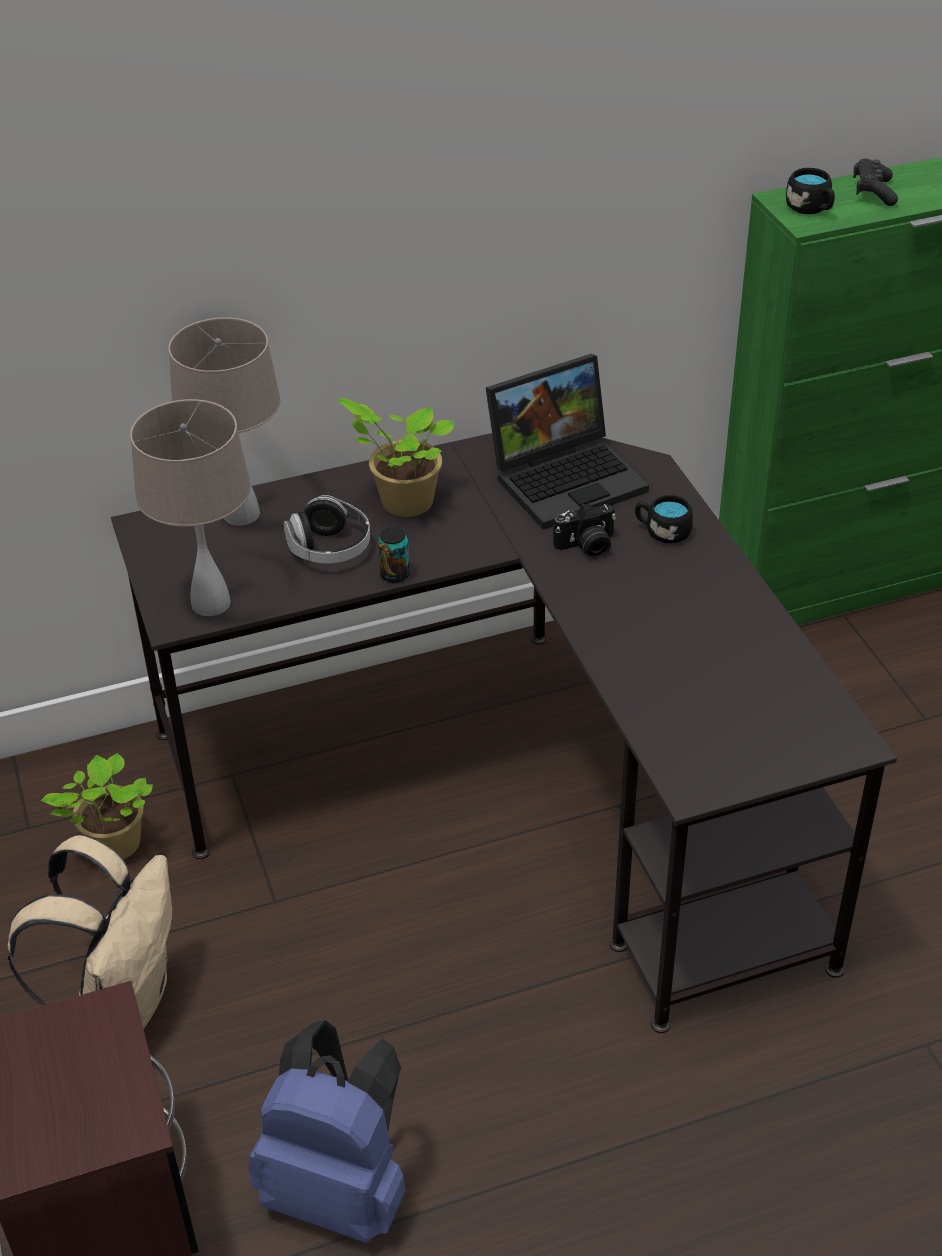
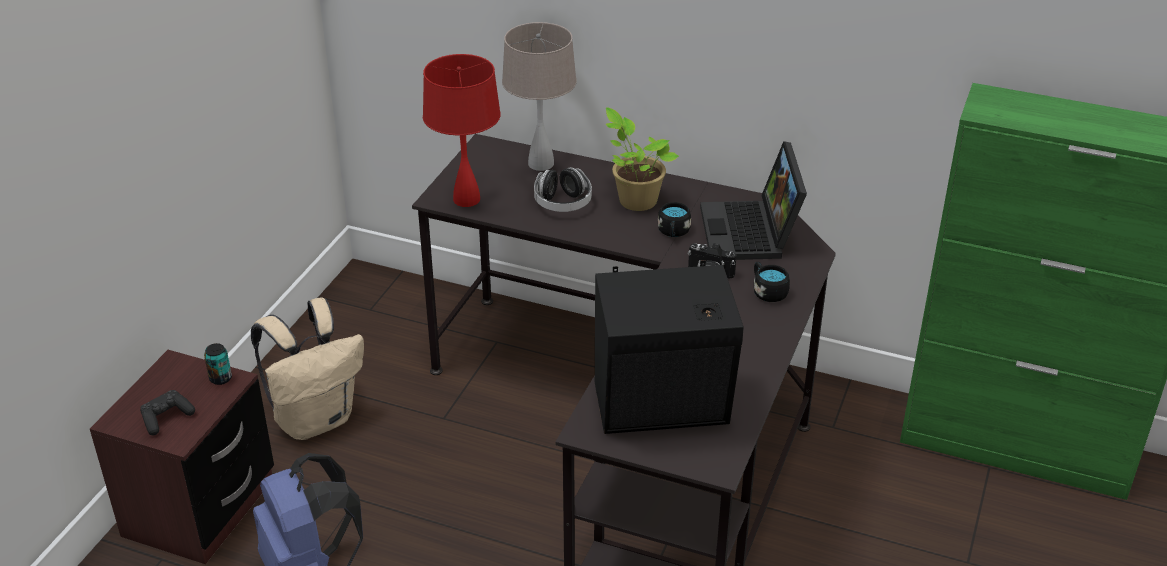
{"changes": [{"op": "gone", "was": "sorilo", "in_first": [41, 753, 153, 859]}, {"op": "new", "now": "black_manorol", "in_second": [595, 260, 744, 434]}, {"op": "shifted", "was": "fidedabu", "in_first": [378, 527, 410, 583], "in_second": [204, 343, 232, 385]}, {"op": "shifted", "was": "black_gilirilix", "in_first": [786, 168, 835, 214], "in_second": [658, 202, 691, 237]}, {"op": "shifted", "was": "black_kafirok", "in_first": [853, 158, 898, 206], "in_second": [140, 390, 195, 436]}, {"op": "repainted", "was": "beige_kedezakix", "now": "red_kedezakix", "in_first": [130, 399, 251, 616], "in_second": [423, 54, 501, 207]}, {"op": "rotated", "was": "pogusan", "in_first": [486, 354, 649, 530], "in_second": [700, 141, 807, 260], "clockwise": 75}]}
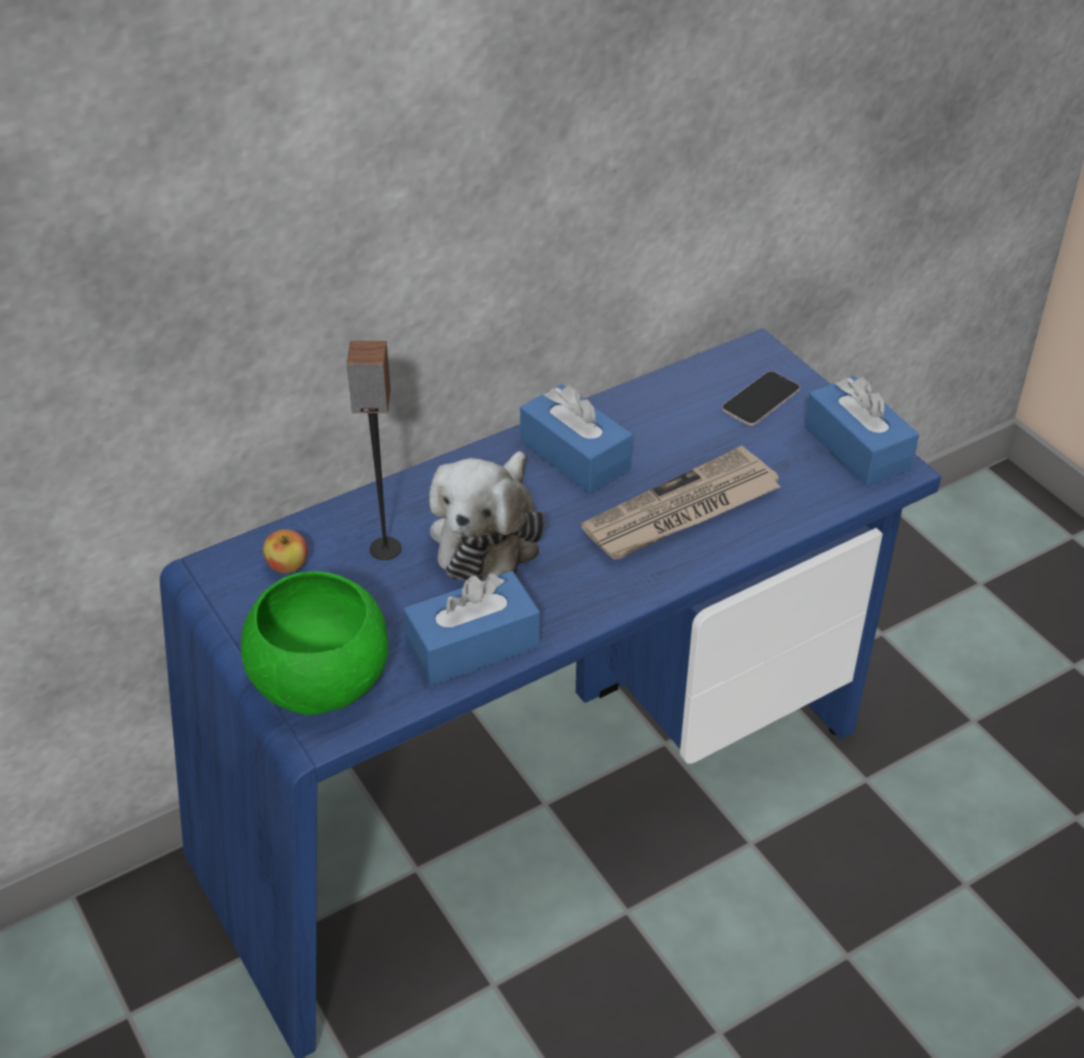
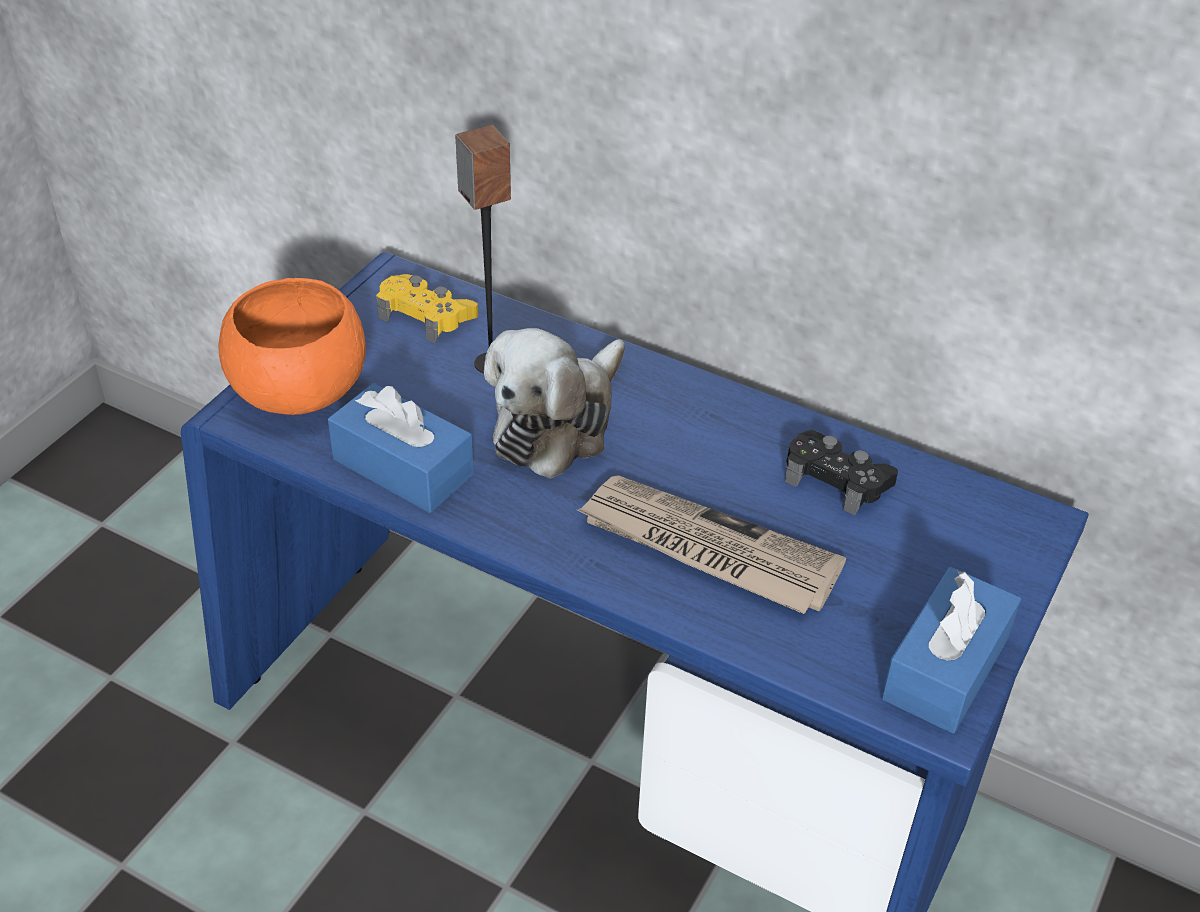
{"changes": [{"op": "gone", "was": "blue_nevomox", "in_first": [520, 384, 633, 494]}, {"op": "gone", "was": "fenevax", "in_first": [722, 371, 800, 426]}, {"op": "new", "now": "black_kafirok", "in_second": [785, 430, 898, 515]}, {"op": "swapped", "was": "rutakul", "now": "yellow_kafirok", "in_first": [263, 529, 308, 574], "in_second": [376, 274, 478, 343]}, {"op": "repainted", "was": "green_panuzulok", "now": "orange_panuzulok", "in_first": [241, 571, 389, 715], "in_second": [218, 278, 366, 415]}, {"op": "rotated", "was": "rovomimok", "in_first": [429, 451, 545, 581], "in_second": [484, 328, 625, 479], "clockwise": -45}]}
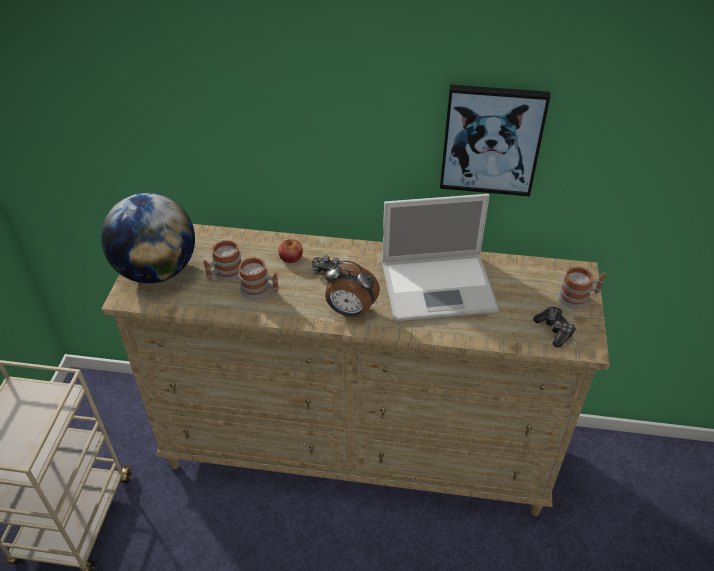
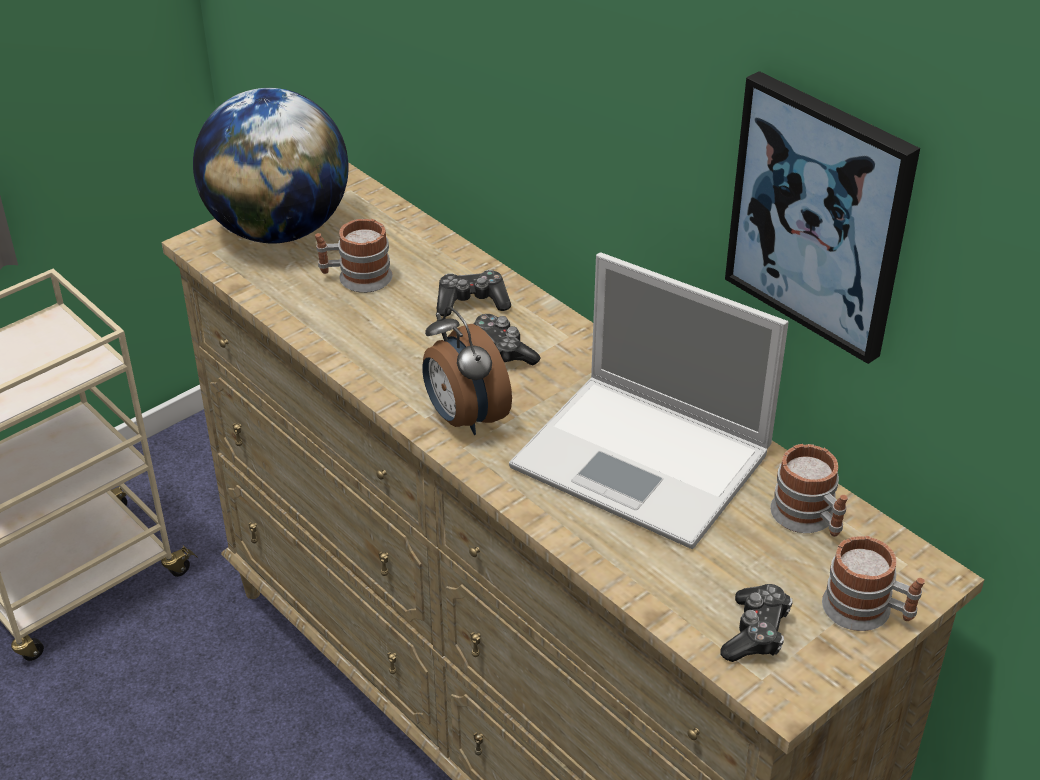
{"changes": [{"op": "shifted", "was": "gilirilix", "in_first": [238, 257, 279, 300], "in_second": [770, 444, 848, 537]}, {"op": "swapped", "was": "rutakul", "now": "kafirok", "in_first": [278, 239, 303, 263], "in_second": [437, 270, 511, 316]}]}
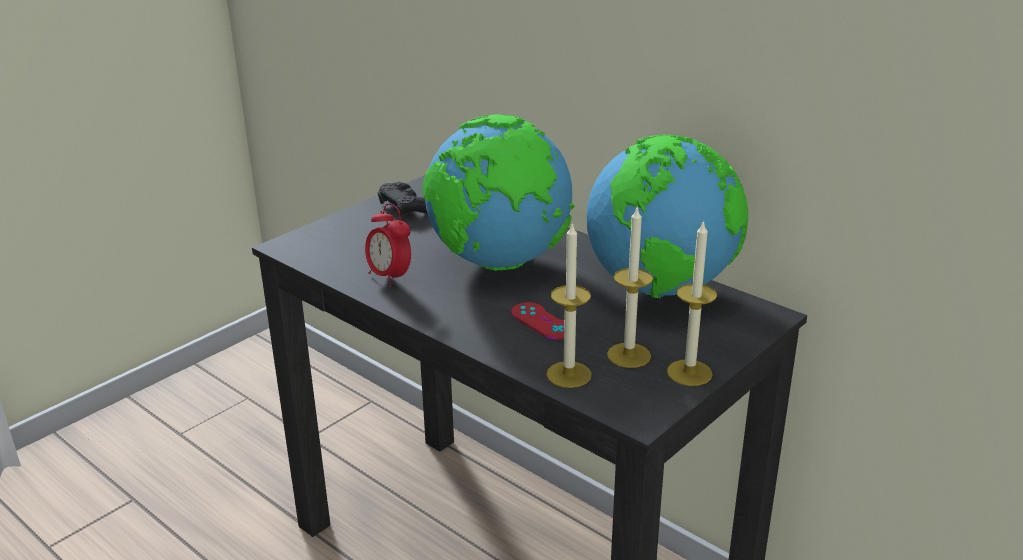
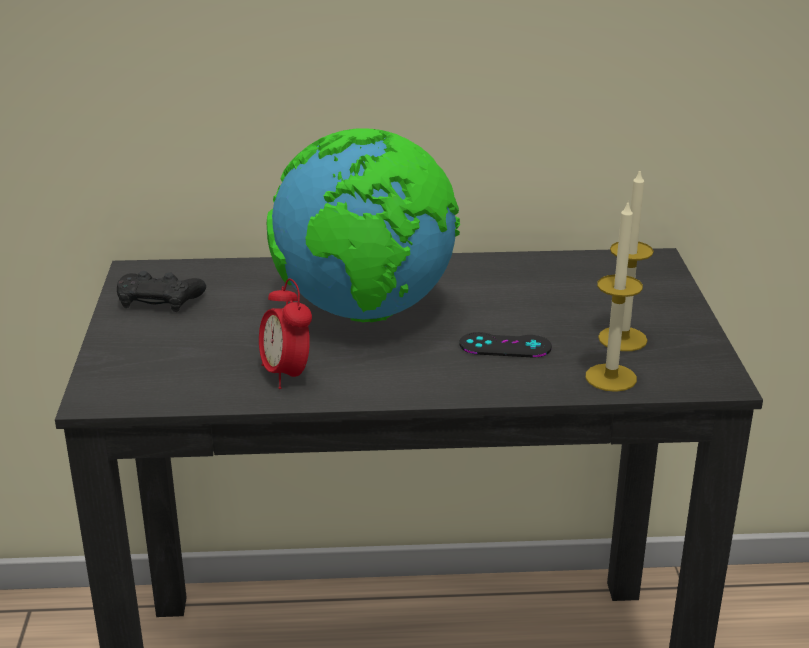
{"changes": [{"op": "gone", "was": "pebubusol", "in_first": [586, 135, 748, 299]}, {"op": "gone", "was": "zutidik", "in_first": [667, 220, 717, 386]}, {"op": "repainted", "was": "red_kafirok", "now": "black_kafirok", "in_first": [511, 302, 564, 340], "in_second": [459, 332, 552, 357]}, {"op": "rotated", "was": "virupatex", "in_first": [365, 203, 411, 287], "in_second": [259, 278, 312, 389], "clockwise": 60}]}
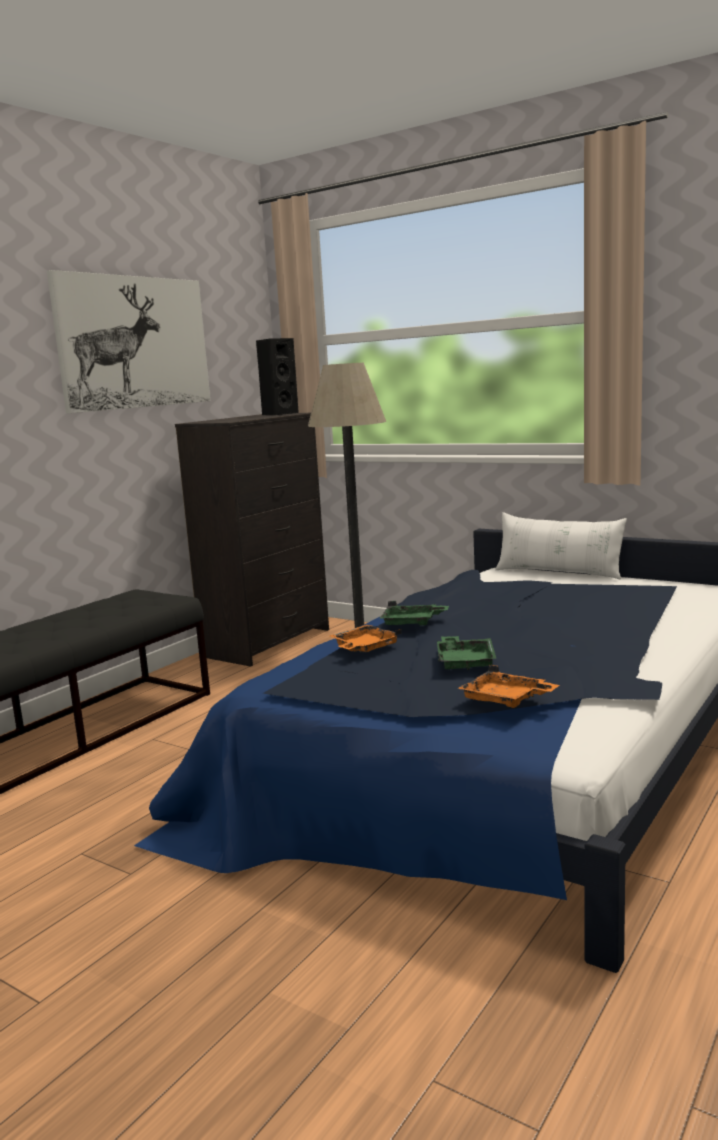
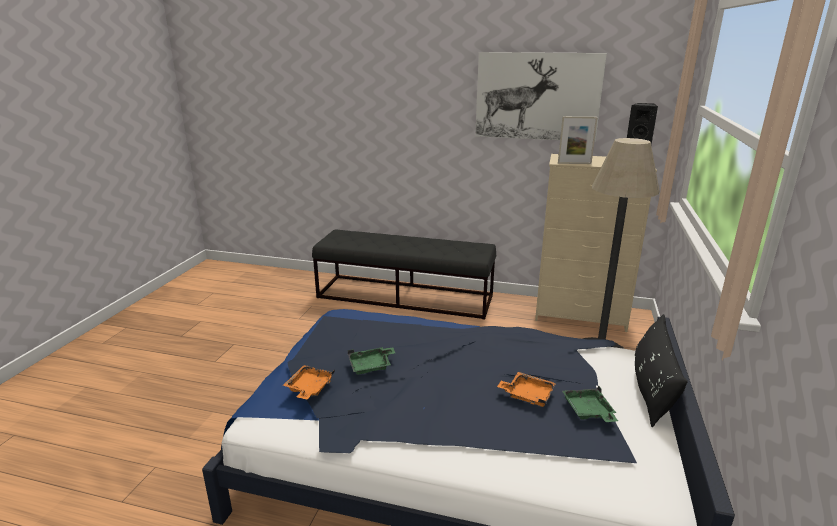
{"changes": [{"op": "new", "now": "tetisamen", "in_second": [558, 117, 597, 164]}, {"op": "shifted", "was": "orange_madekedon", "in_first": [330, 624, 402, 653], "in_second": [497, 372, 556, 407]}, {"op": "shifted", "was": "green_madekedon", "in_first": [380, 601, 449, 625], "in_second": [562, 386, 618, 422]}, {"op": "repainted", "was": "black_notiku", "now": "beige_notiku", "in_first": [175, 413, 329, 667], "in_second": [535, 154, 657, 332]}, {"op": "repainted", "was": "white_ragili", "now": "black_ragili", "in_first": [495, 512, 627, 580], "in_second": [635, 314, 688, 427]}]}
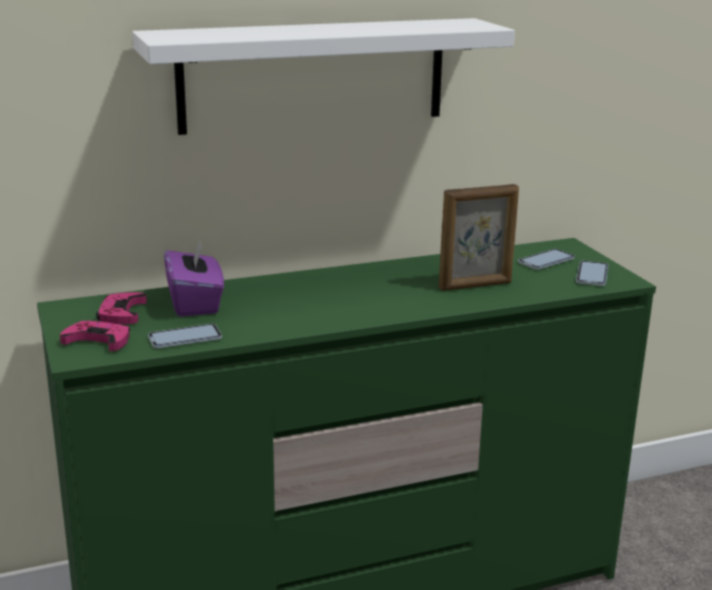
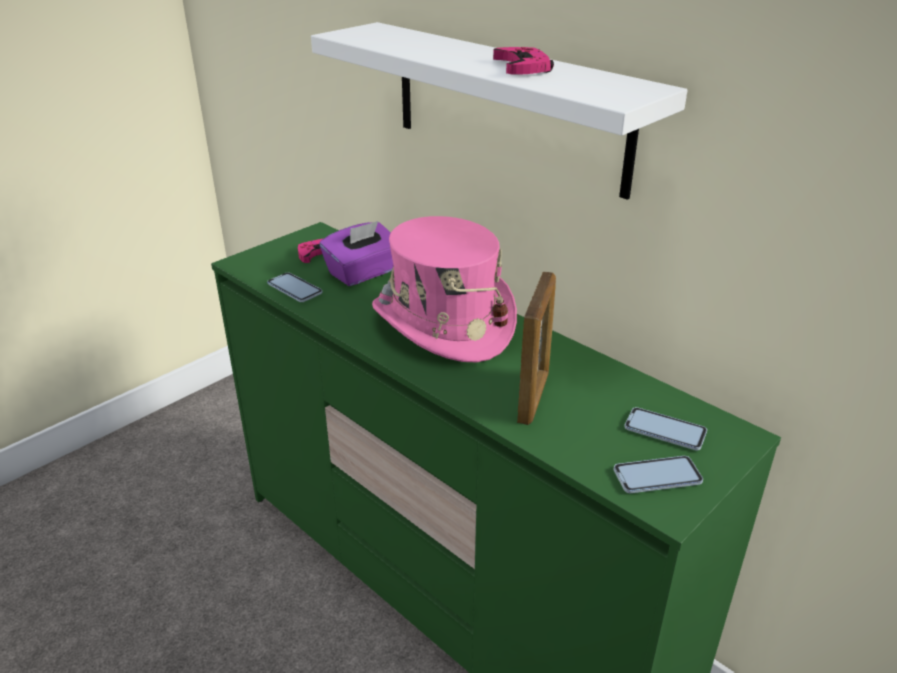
{"changes": [{"op": "new", "now": "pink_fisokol", "in_second": [372, 216, 517, 363]}, {"op": "shifted", "was": "pink_kafirok", "in_first": [60, 320, 130, 351], "in_second": [493, 47, 554, 75]}, {"op": "rotated", "was": "tetisamen", "in_first": [439, 184, 519, 291], "in_second": [517, 272, 556, 425], "clockwise": -120}]}
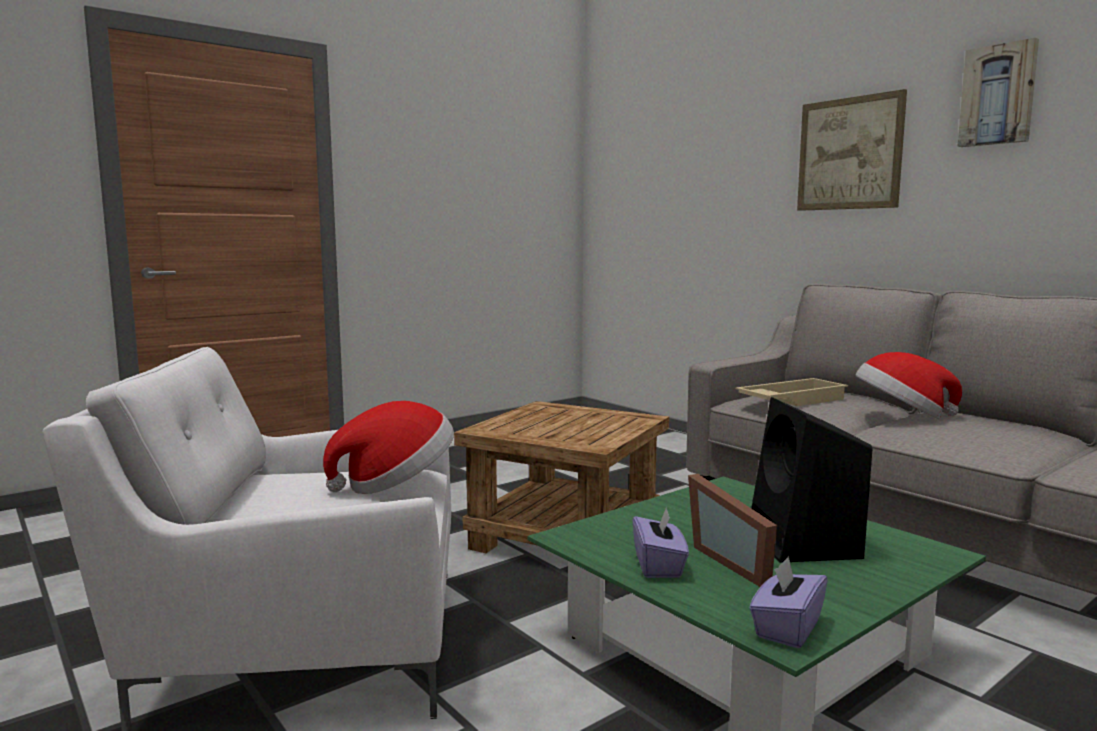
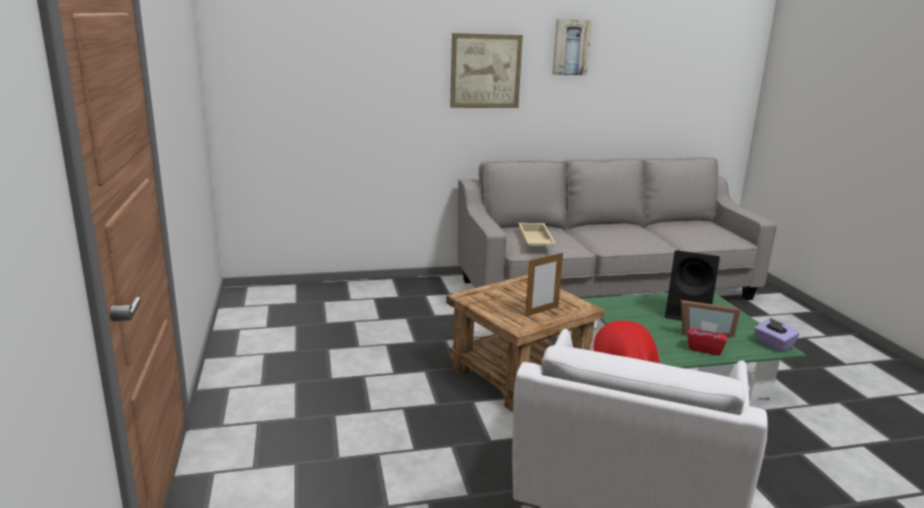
{"changes": [{"op": "gone", "was": "fisokol", "in_first": [856, 352, 962, 419]}, {"op": "new", "now": "tetisamen", "in_second": [525, 253, 563, 317]}, {"op": "repainted", "was": "purple_nevomox", "now": "red_nevomox", "in_first": [633, 507, 689, 578], "in_second": [687, 321, 727, 356]}]}
